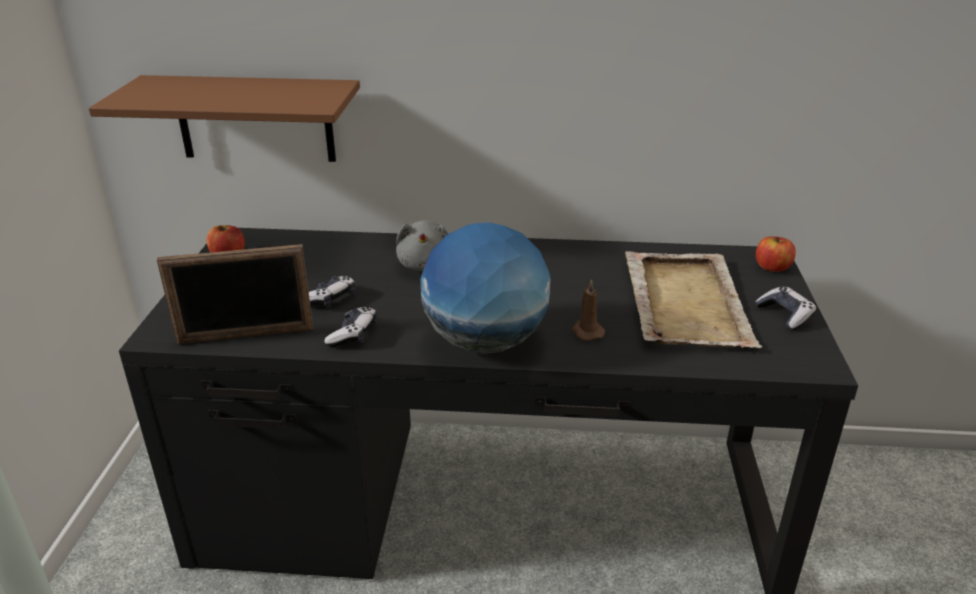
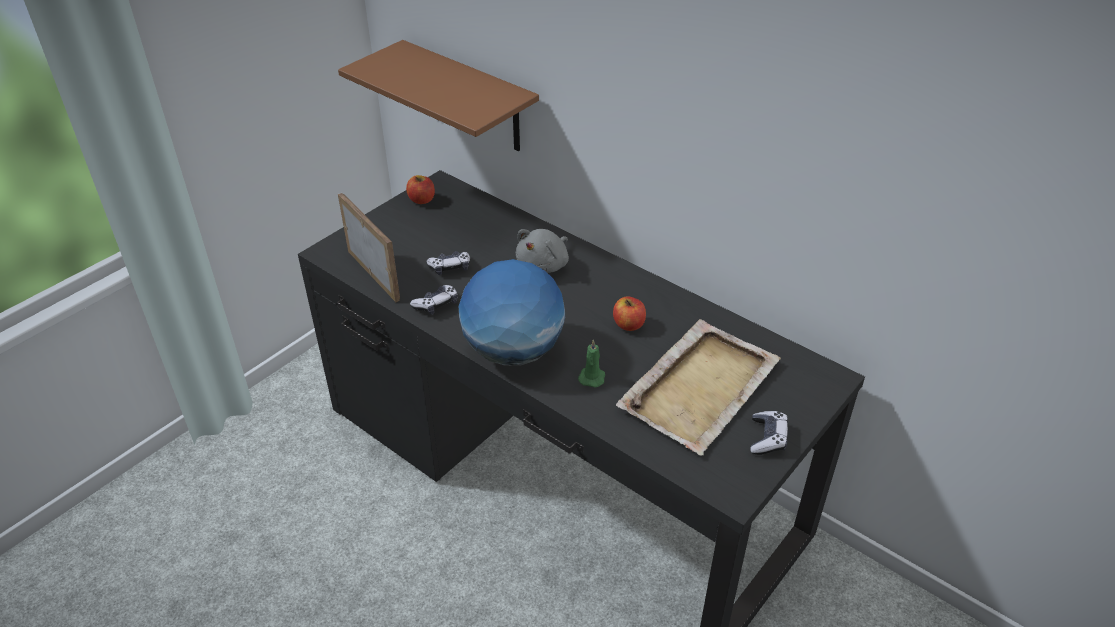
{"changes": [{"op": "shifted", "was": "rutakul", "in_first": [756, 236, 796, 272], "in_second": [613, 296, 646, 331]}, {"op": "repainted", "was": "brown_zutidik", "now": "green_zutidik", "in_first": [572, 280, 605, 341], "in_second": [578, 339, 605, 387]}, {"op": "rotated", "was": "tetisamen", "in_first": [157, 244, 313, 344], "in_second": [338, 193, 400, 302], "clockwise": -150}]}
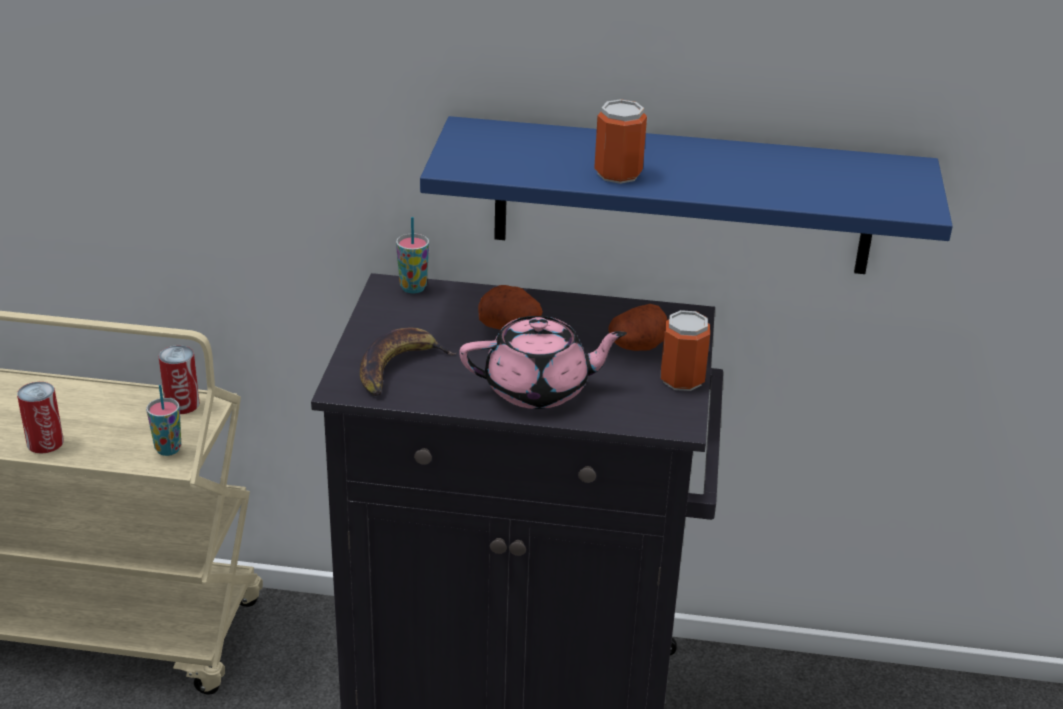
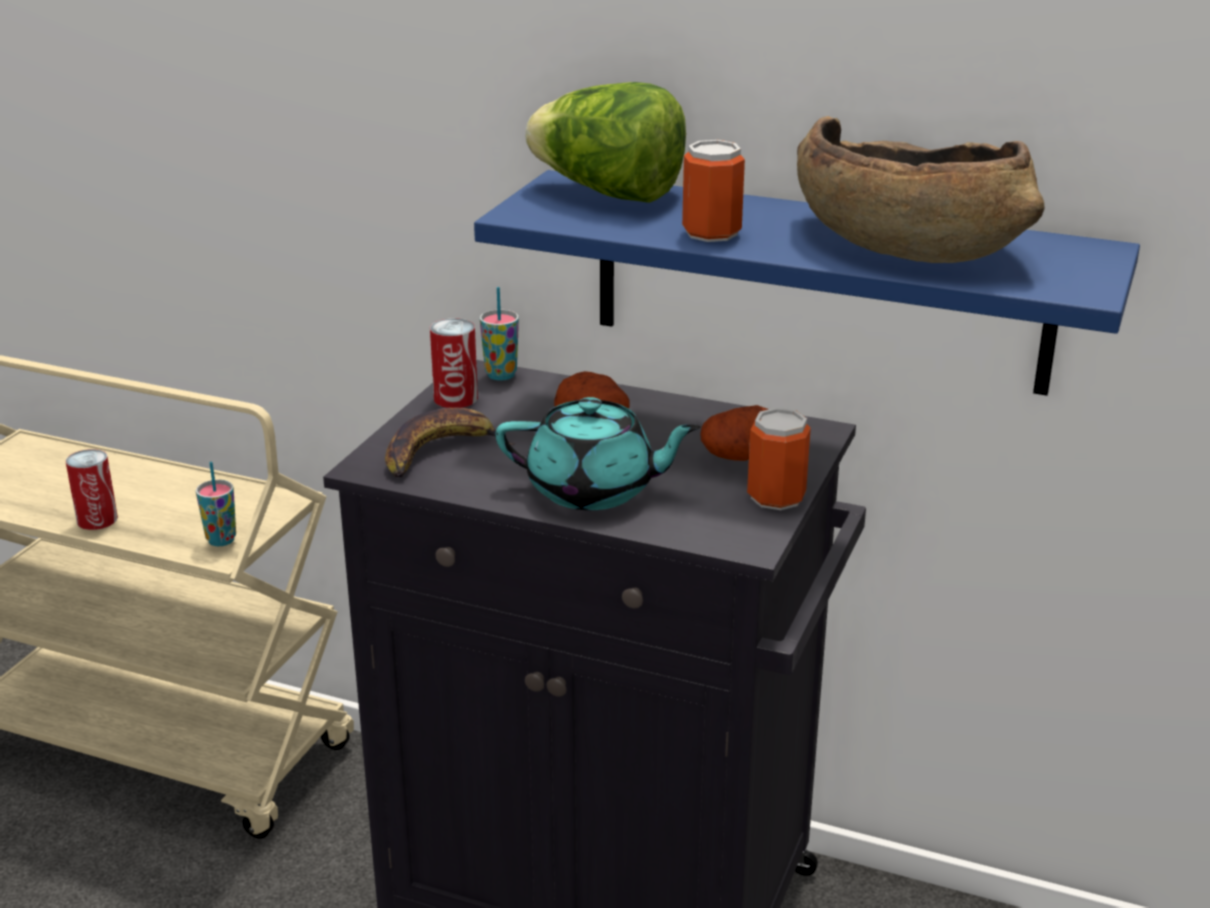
{"changes": [{"op": "new", "now": "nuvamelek", "in_second": [525, 82, 686, 203]}, {"op": "new", "now": "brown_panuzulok", "in_second": [797, 116, 1045, 263]}, {"op": "shifted", "was": "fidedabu", "in_first": [158, 345, 200, 414], "in_second": [430, 318, 478, 408]}, {"op": "repainted", "was": "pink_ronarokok", "now": "turquoise_ronarokok", "in_first": [459, 316, 627, 409], "in_second": [495, 397, 700, 510]}]}
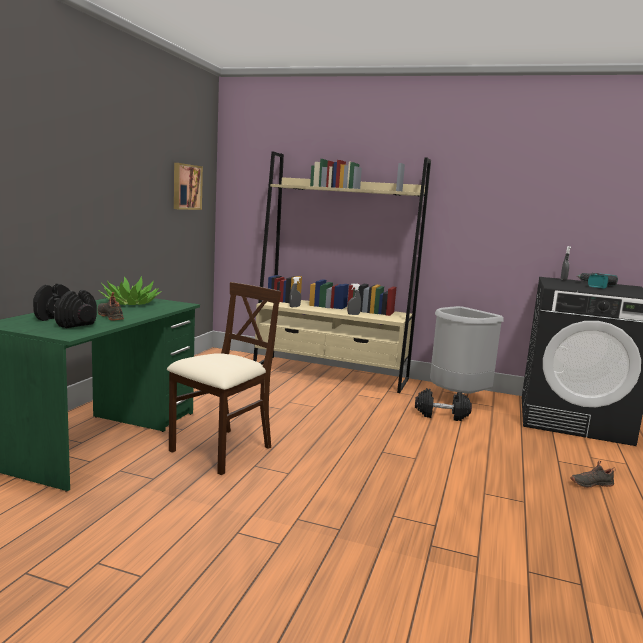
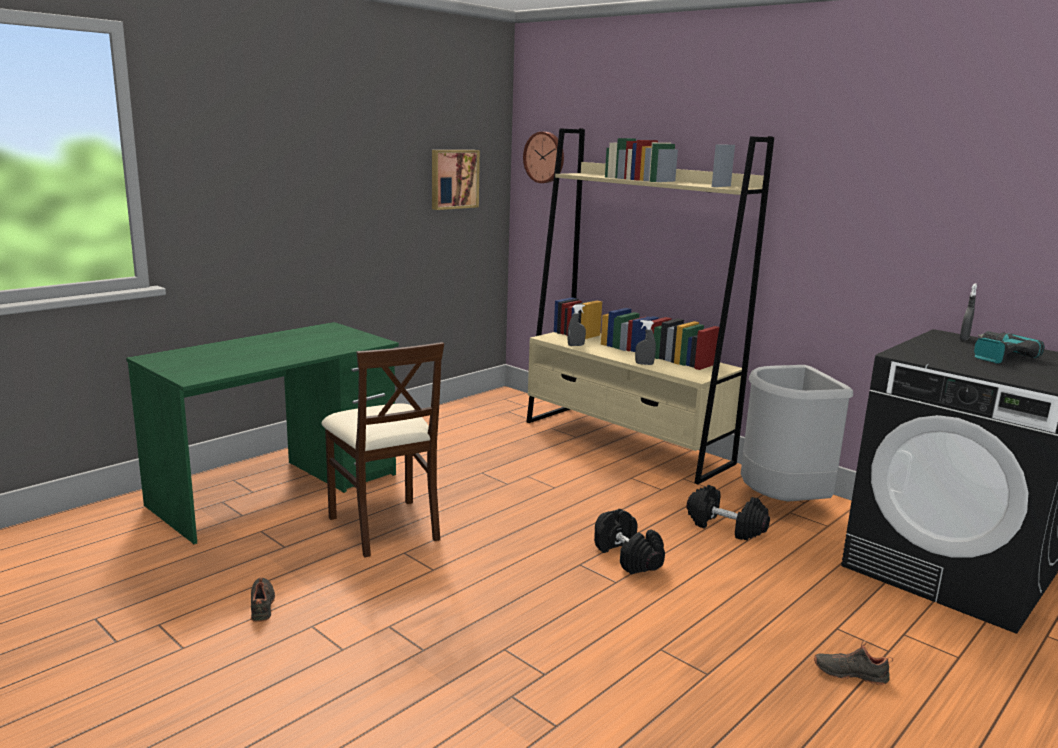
{"changes": [{"op": "gone", "was": "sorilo", "in_first": [98, 276, 161, 305]}, {"op": "new", "now": "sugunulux", "in_second": [523, 132, 564, 183]}, {"op": "shifted", "was": "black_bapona", "in_first": [33, 284, 97, 328], "in_second": [594, 509, 665, 575]}, {"op": "shifted", "was": "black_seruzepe", "in_first": [98, 292, 124, 320], "in_second": [251, 577, 275, 622]}, {"op": "rotated", "was": "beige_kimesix", "in_first": [167, 282, 281, 475], "in_second": [321, 342, 444, 558], "clockwise": 90}]}
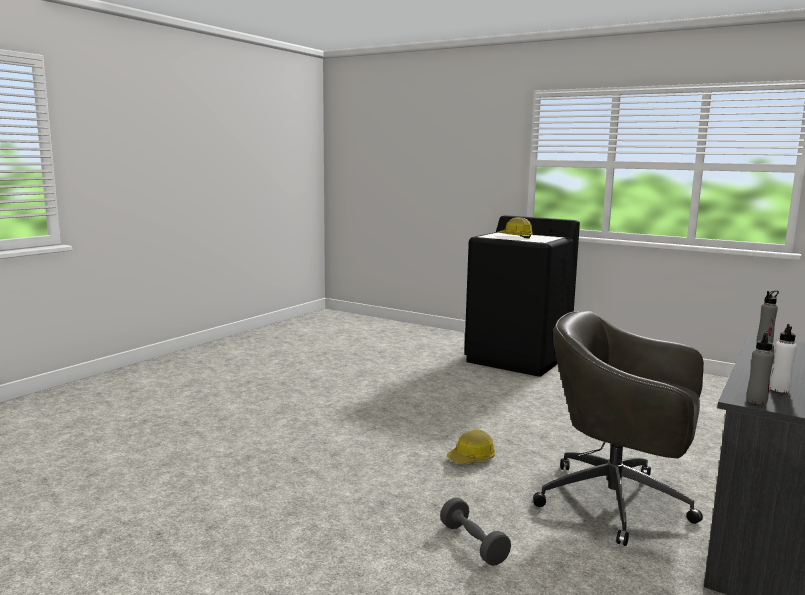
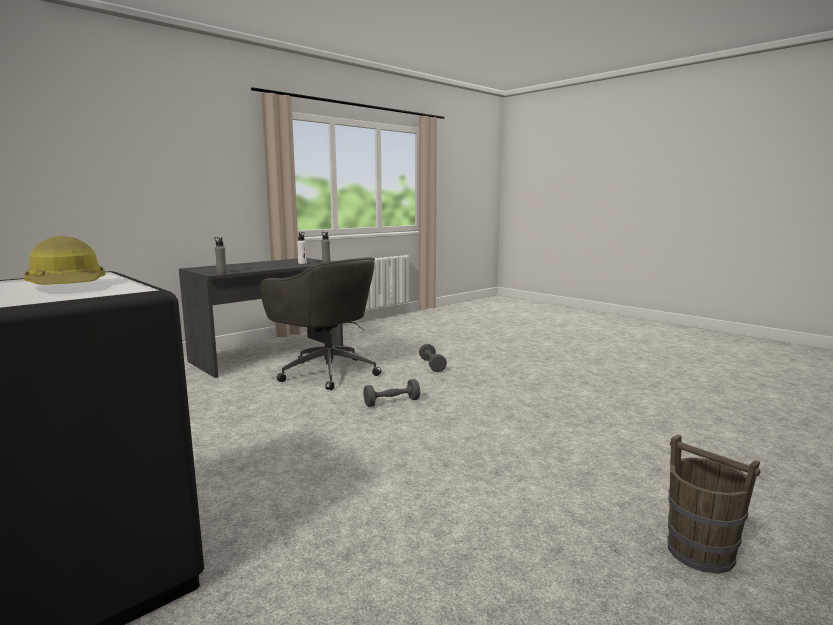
{"changes": [{"op": "new", "now": "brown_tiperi", "in_second": [668, 434, 761, 574]}, {"op": "swapped", "was": "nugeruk", "now": "grey_bapona", "in_first": [446, 429, 495, 464], "in_second": [363, 379, 420, 407]}]}
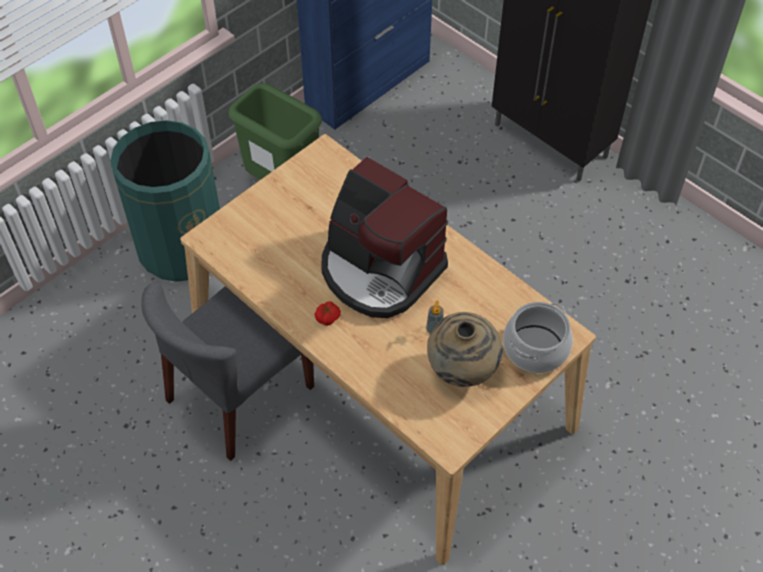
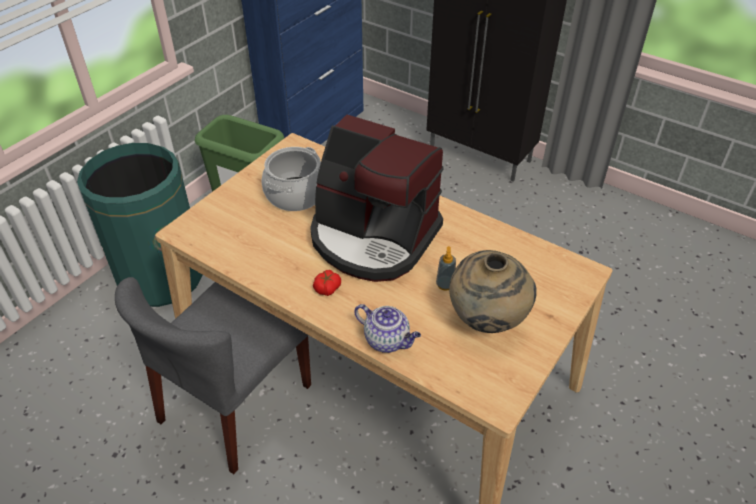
{"changes": [{"op": "new", "now": "ronarokok", "in_second": [355, 304, 421, 353]}, {"op": "shifted", "was": "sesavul", "in_first": [503, 302, 573, 373], "in_second": [262, 147, 321, 211]}]}
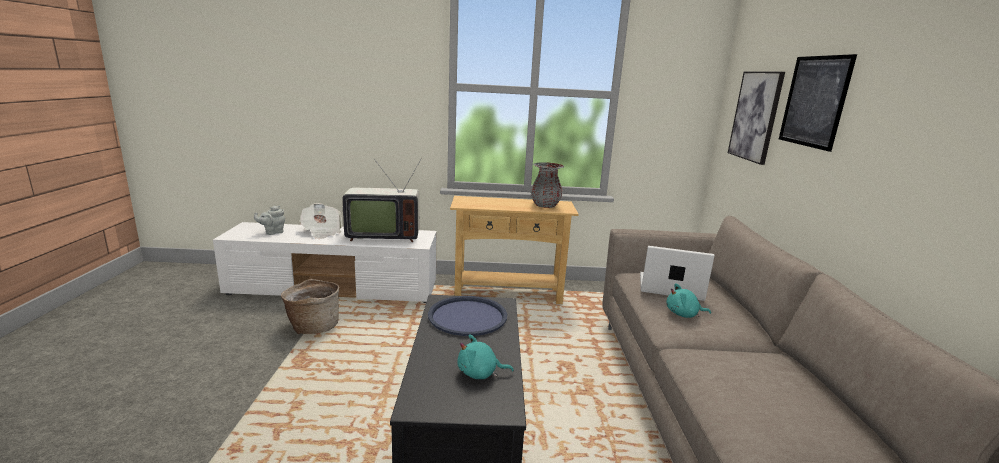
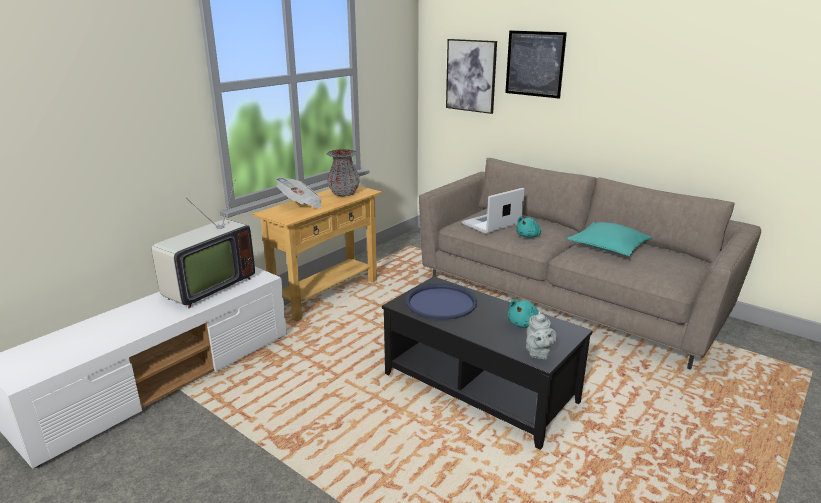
{"changes": [{"op": "gone", "was": "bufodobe", "in_first": [281, 279, 339, 334]}, {"op": "new", "now": "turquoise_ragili", "in_second": [566, 222, 652, 257]}, {"op": "shifted", "was": "grey_ronarokok", "in_first": [254, 206, 285, 235], "in_second": [526, 311, 557, 359]}, {"op": "shifted", "was": "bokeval", "in_first": [299, 203, 342, 239], "in_second": [276, 177, 322, 208]}]}
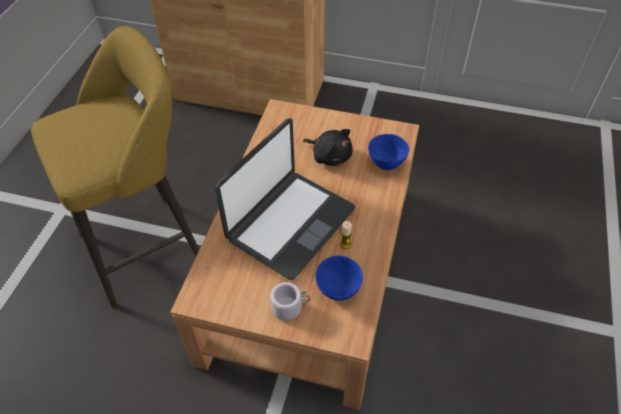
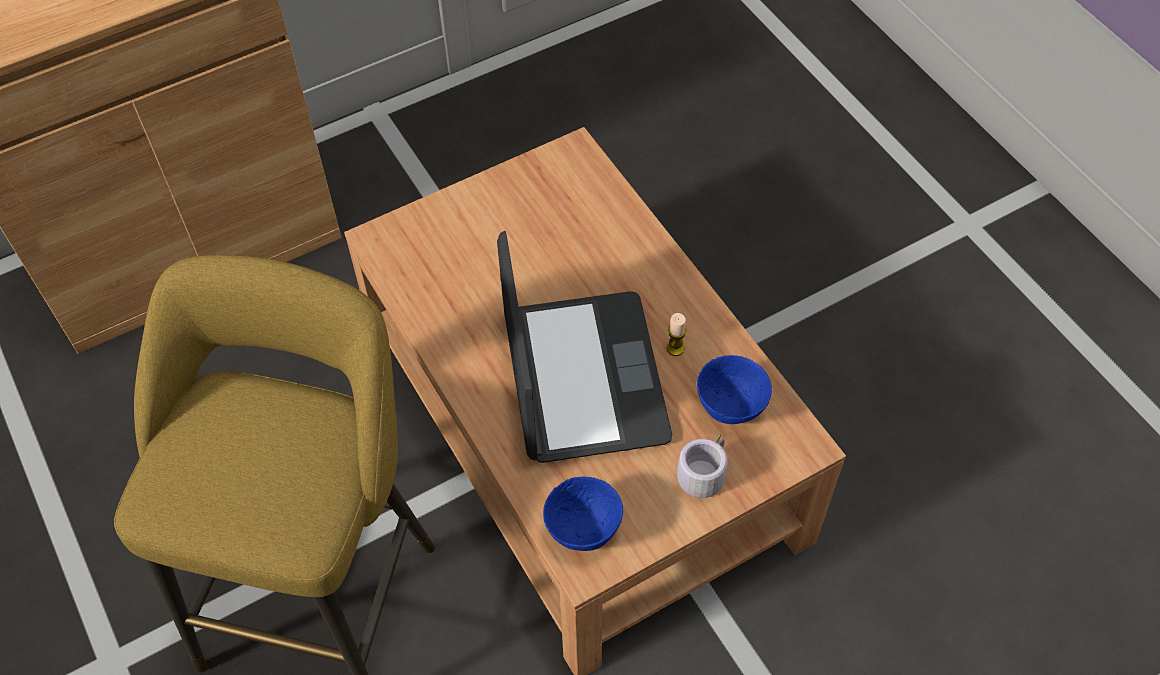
{"changes": [{"op": "gone", "was": "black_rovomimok", "in_first": [303, 129, 353, 166]}, {"op": "shifted", "was": "blue_panuzulok", "in_first": [368, 134, 409, 170], "in_second": [543, 477, 623, 551]}]}
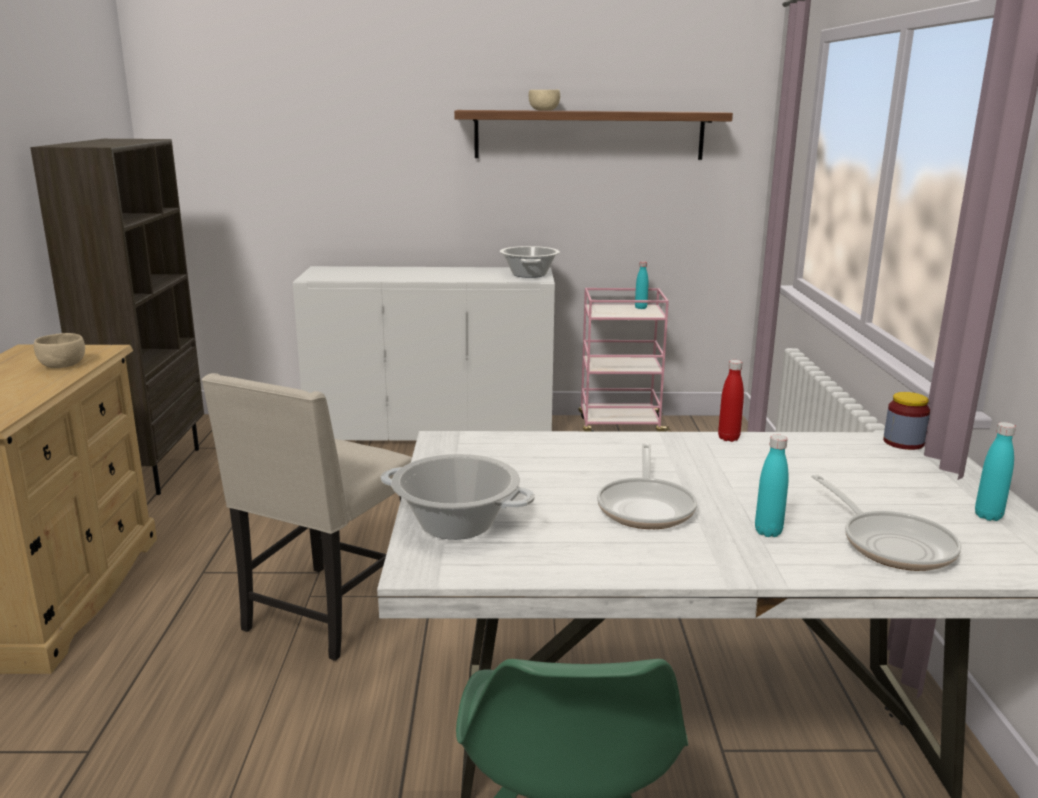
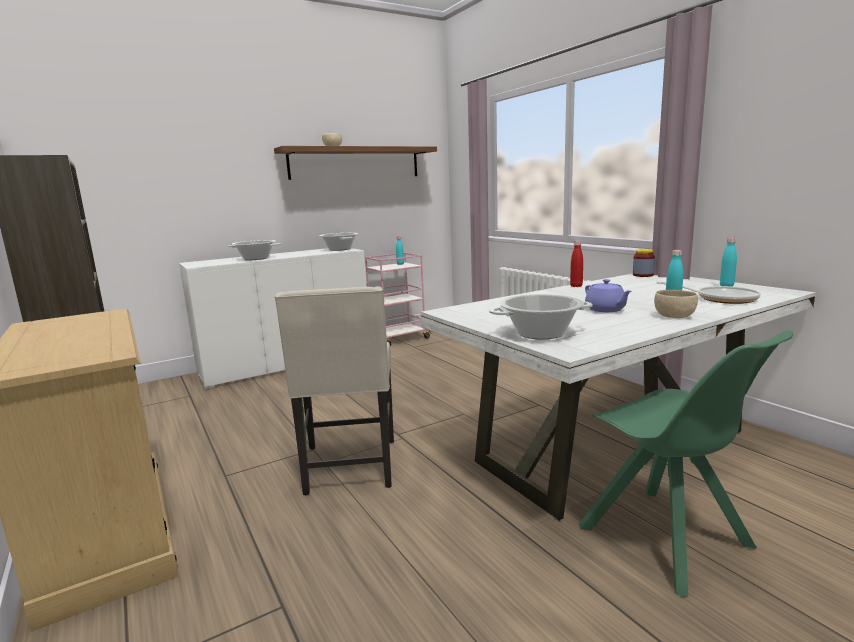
{"changes": [{"op": "new", "now": "sesavul", "in_second": [228, 240, 281, 260]}, {"op": "shifted", "was": "beige_panuzulok", "in_first": [34, 333, 85, 368], "in_second": [654, 290, 698, 318]}, {"op": "swapped", "was": "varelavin", "now": "purple_ronarokok", "in_first": [597, 443, 697, 529], "in_second": [585, 279, 632, 312]}]}
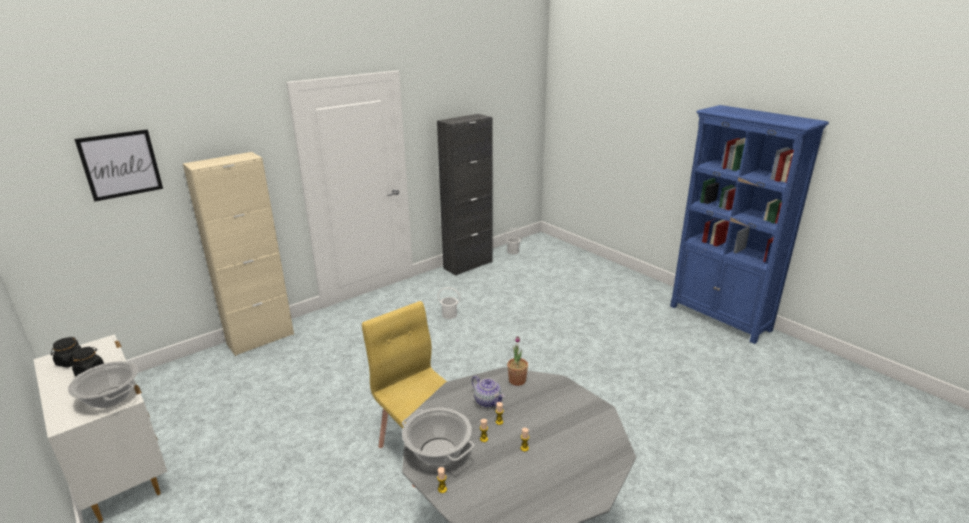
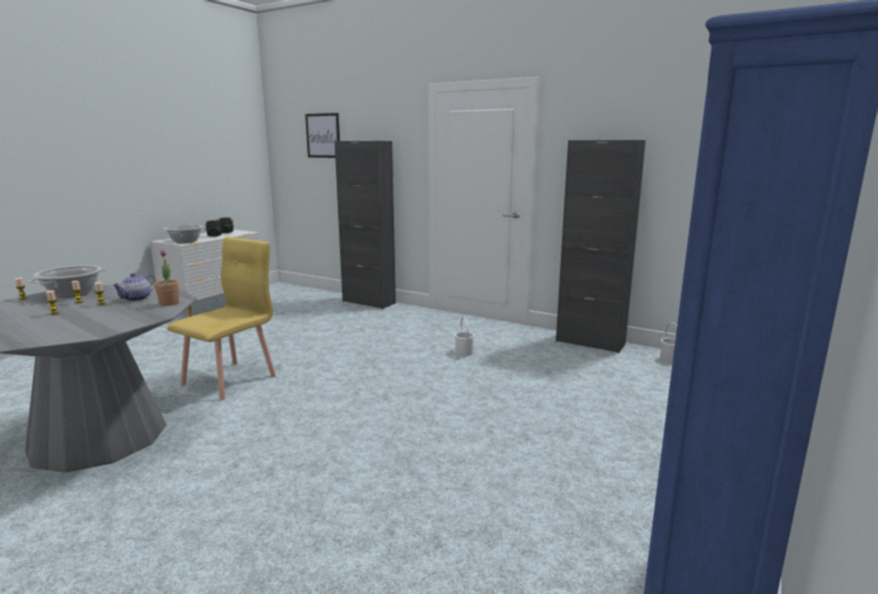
{"changes": [{"op": "repainted", "was": "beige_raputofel", "now": "black_raputofel", "in_first": [183, 152, 294, 356], "in_second": [335, 141, 396, 309]}]}
